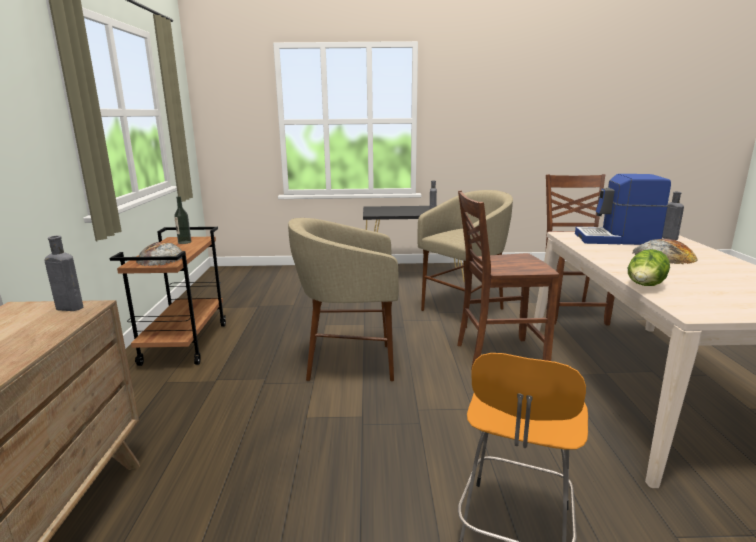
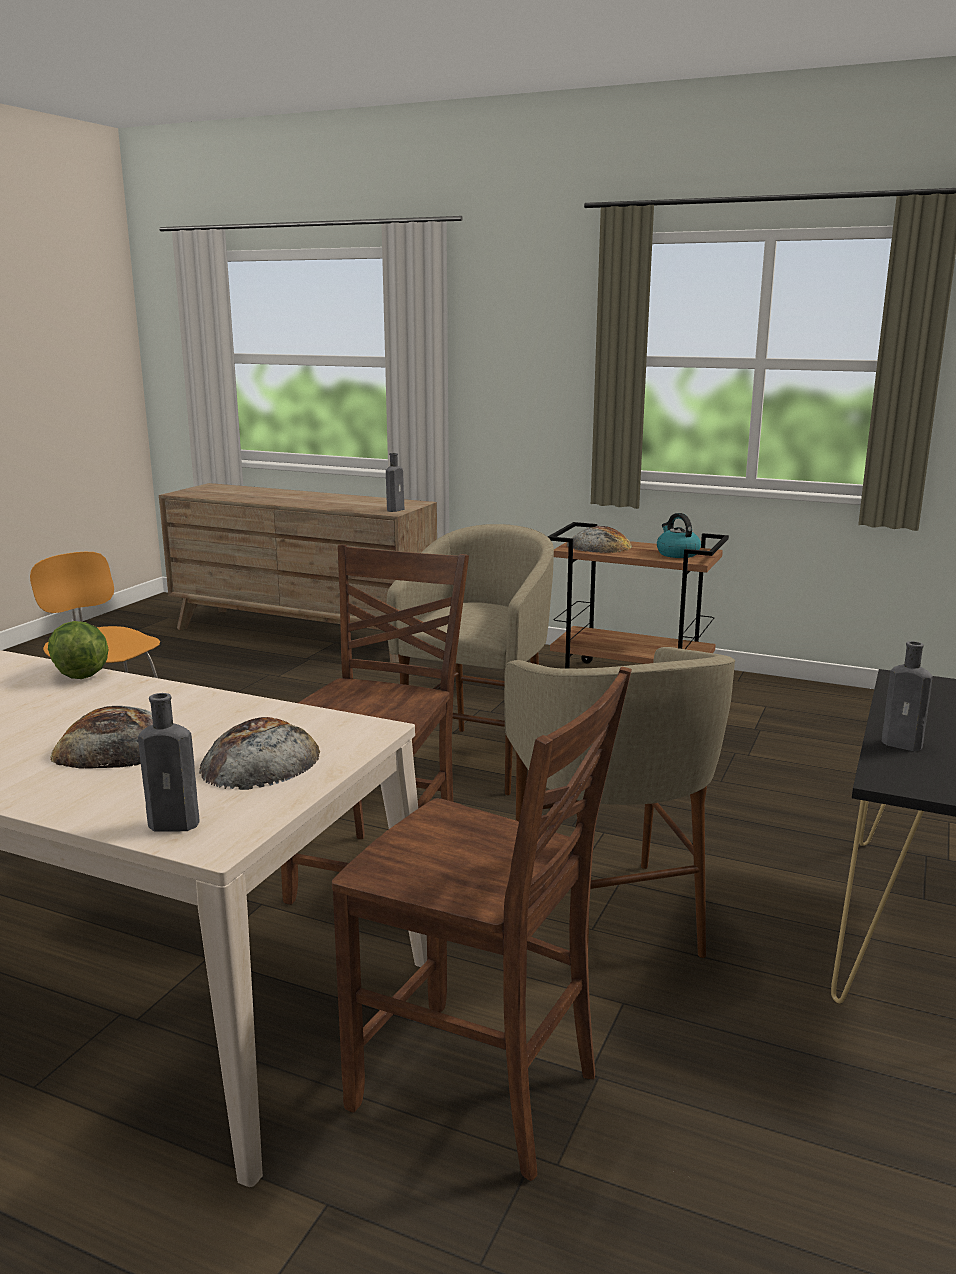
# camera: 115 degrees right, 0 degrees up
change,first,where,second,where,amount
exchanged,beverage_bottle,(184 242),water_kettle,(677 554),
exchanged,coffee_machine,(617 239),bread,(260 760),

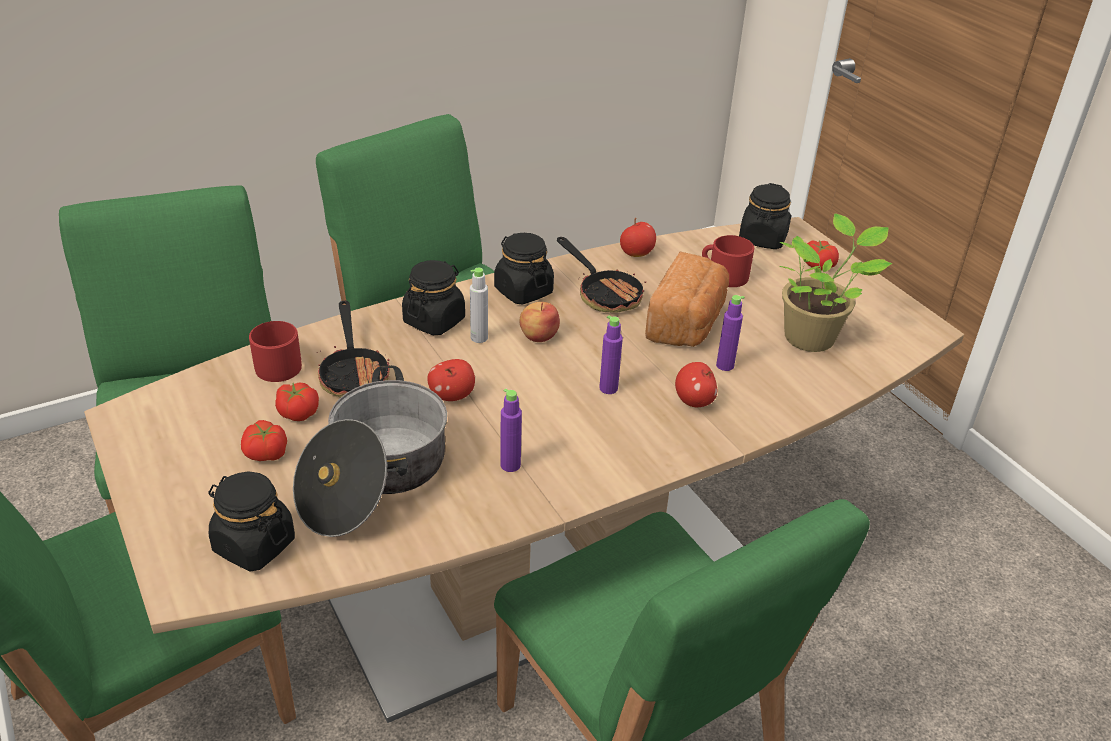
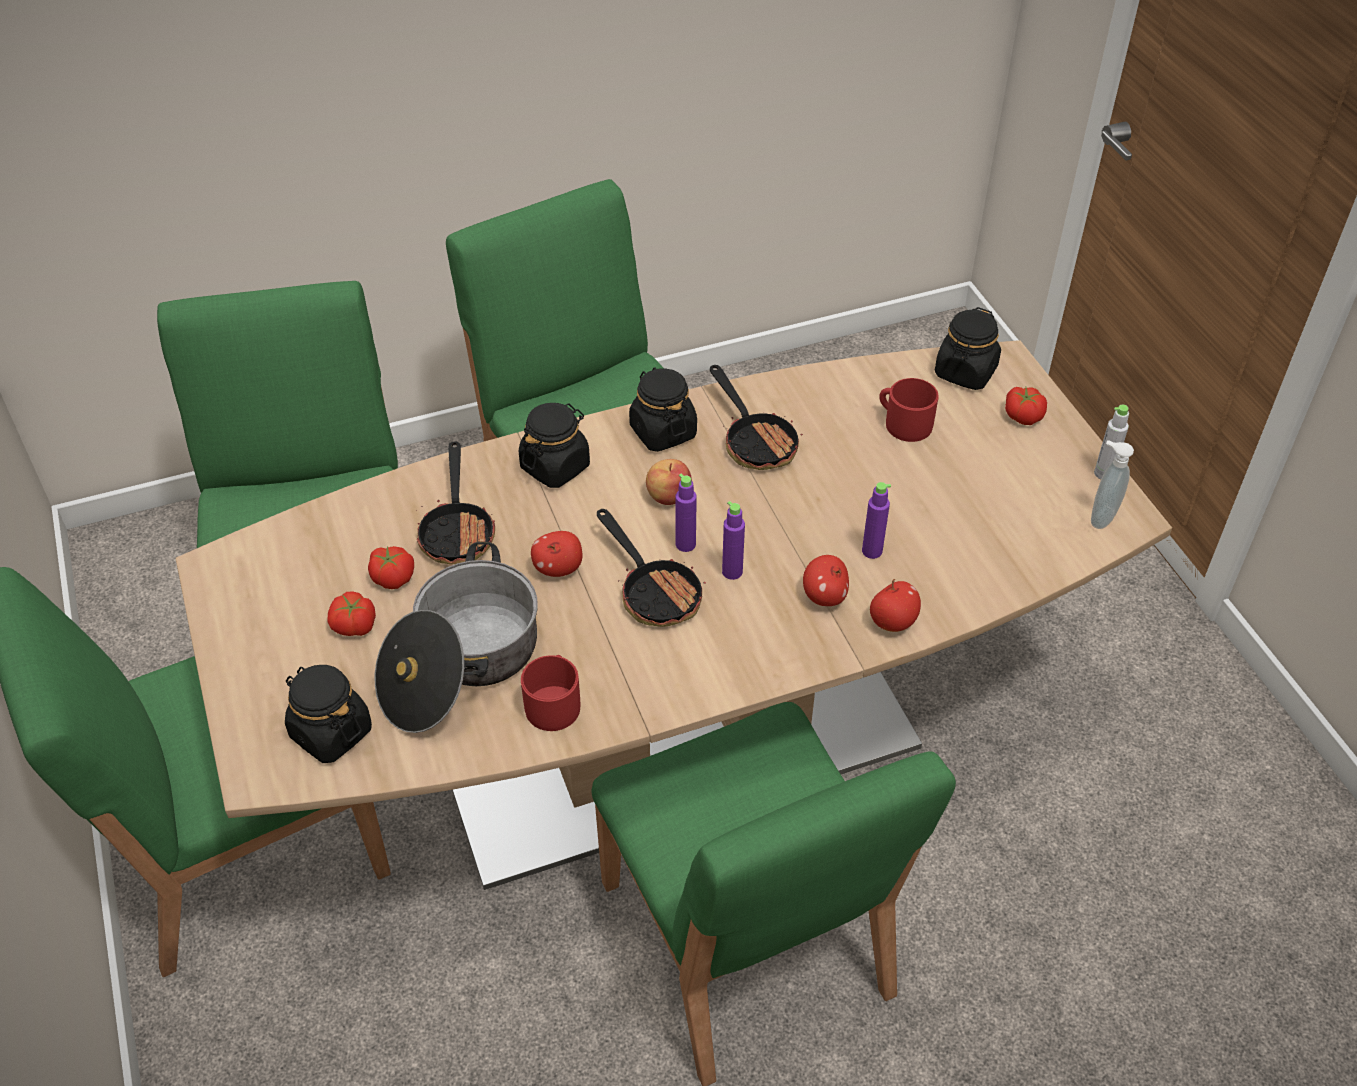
# camera: 10 degrees right, 10 degrees up
change,first,where,second,where,amount
relocated,reddish_coffee_mug,(279 364),,(554 702),
relocated,grey_beverage_bottle,(479 338),,(1103 473),
relocated,purple_beverage_bottle,(510 465),,(685 544),
relocated,apple,(636 254),,(893 621),
missing,bread,(687 323),,,
missing,potted_plant,(813 337),,,
appeared,,,skillet,(654 591),
appeared,,,soap_dispenser,(1100 517),

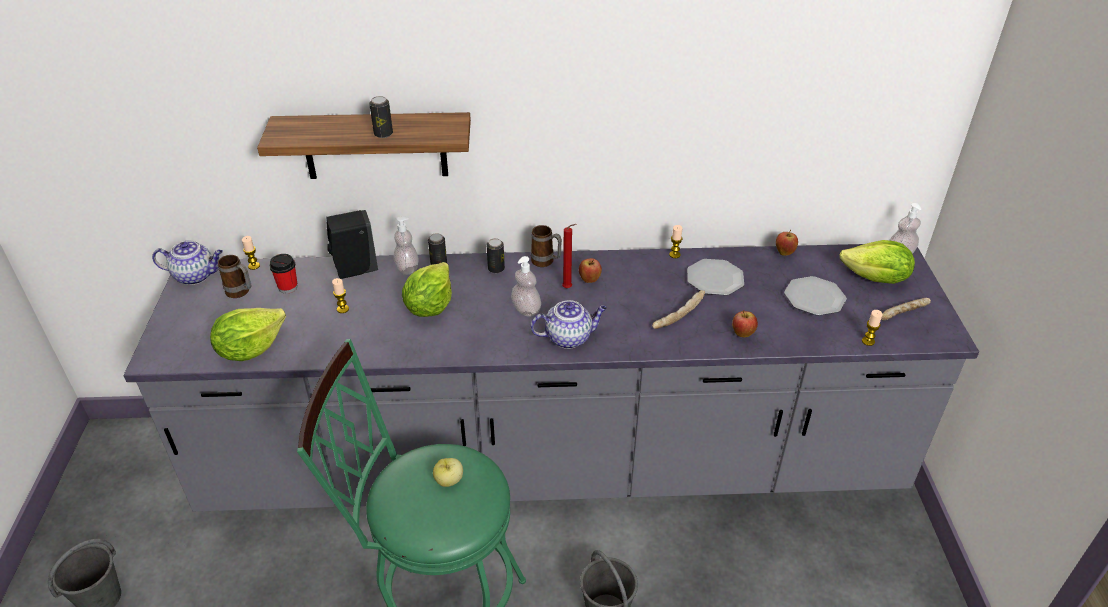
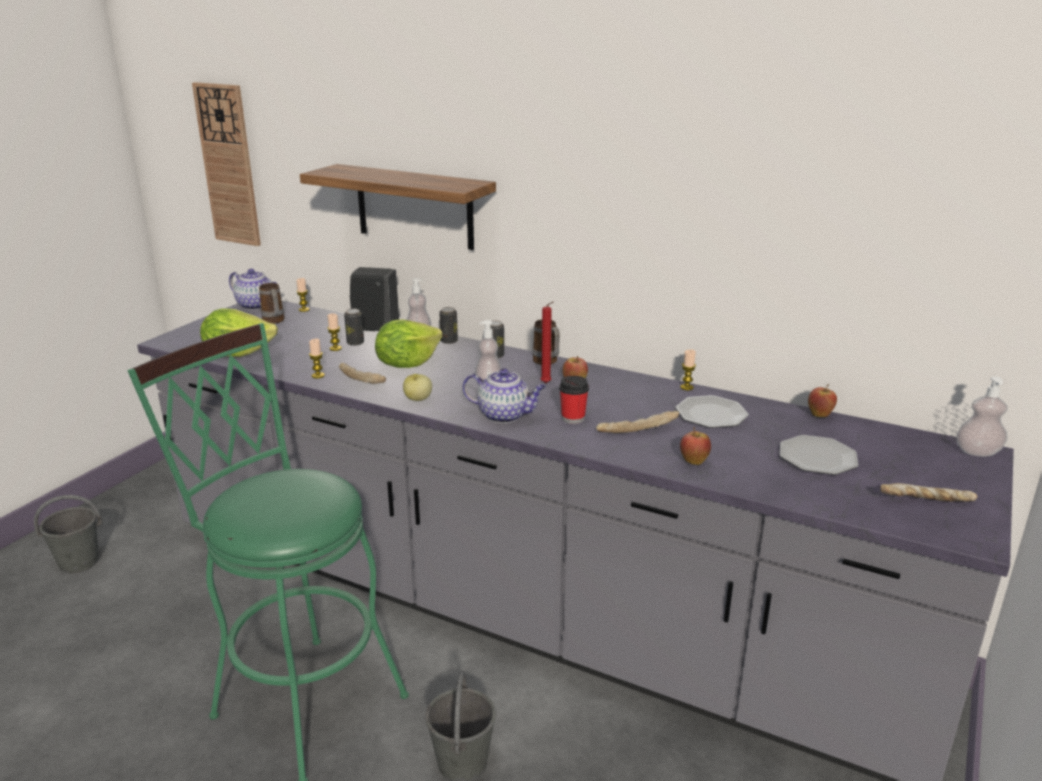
# camera: 30 degrees right, 15 degrees down
change,first,where,second,where,amount
relocated,drinking_cup,(288 287),,(573 418),
relocated,sealed_can,(383 134),,(355 343),
relocated,apple,(449 481),,(417 399),
missing,lettuce_head,(876 279),,,
relocated,candle,(868 341),,(318 375),
appeared,,,wall_clock,(229 165),
appeared,,,bread,(362 380),

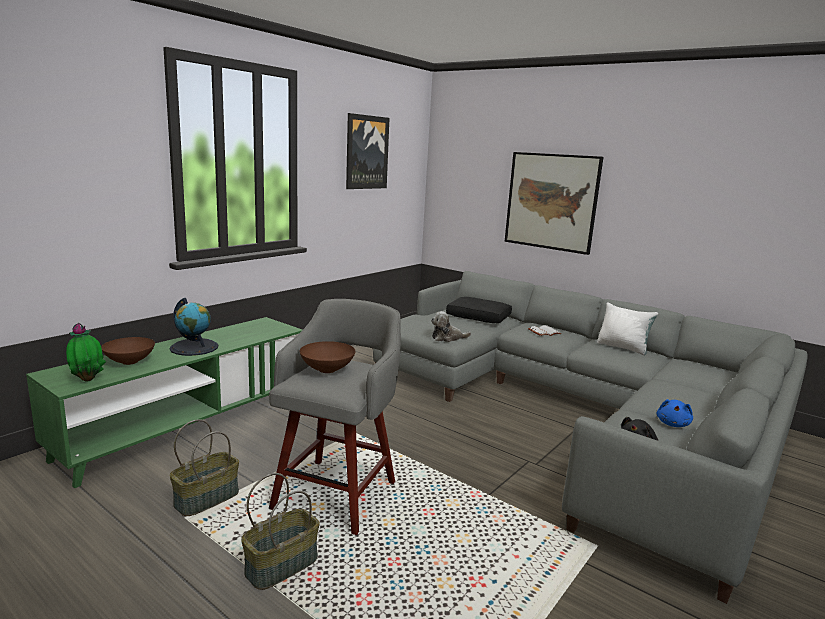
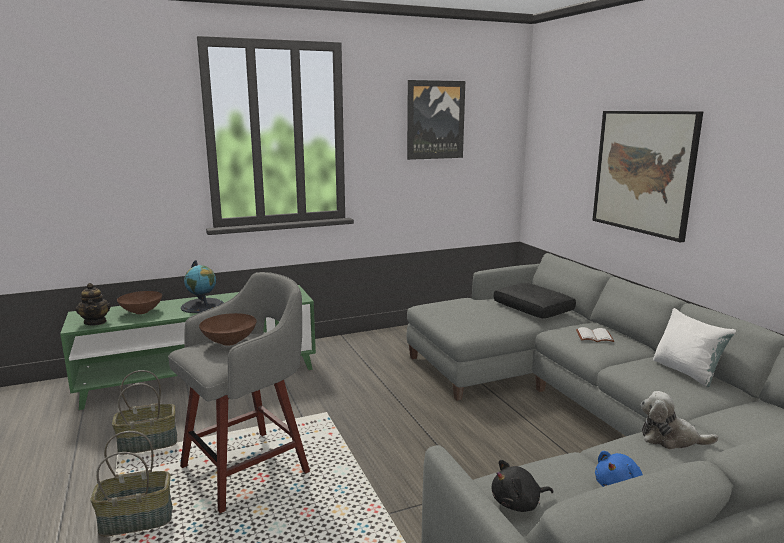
# camera: 30 degrees right, 0 degrees up
change,first,where,second,where,amount
exchanged,potted_plant,(88 379),tea_pot,(95 322),
relocated,cuddly_toy,(447 338),,(670 438),

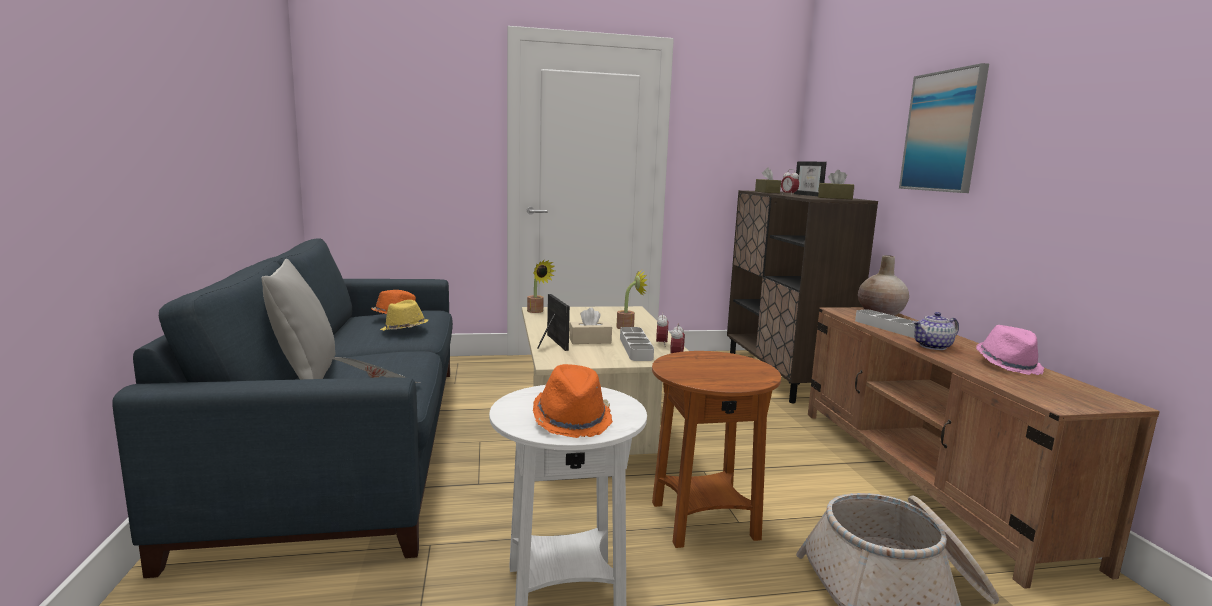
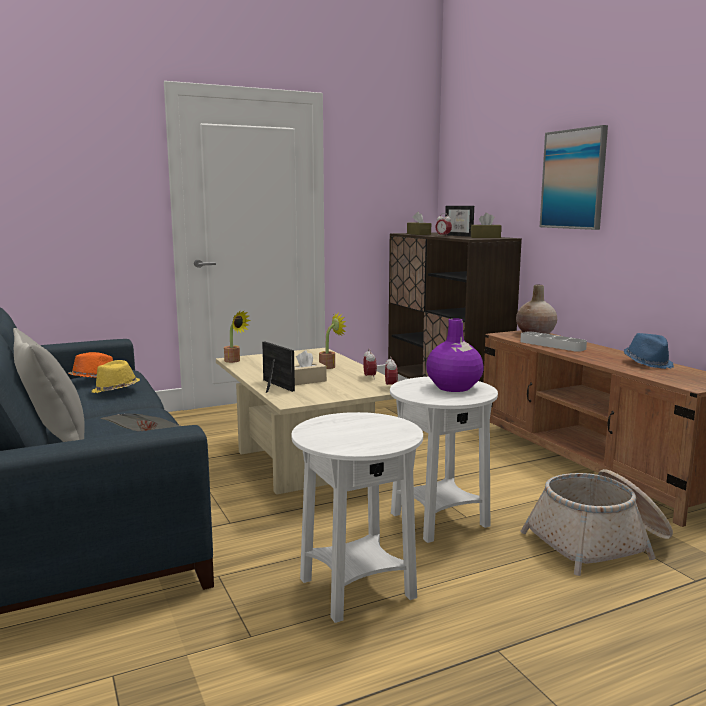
# camera: 15 degrees left, 0 degrees up
change,first,where,second,where,amount
missing,orange-coloured_wearable_hat,(572 420),,,
missing,grey_carrying_tray,(635 348),,,
colour,brown_accent_table,(704 521),white-coloured_accent_table,(439 521),
missing,tea_pot,(933 346),,,
colour,pinkish_wearable_hat,(1008 365),bluish_wearable_hat,(648 363),
appeared,,,purple_decorative_vase,(453 387),

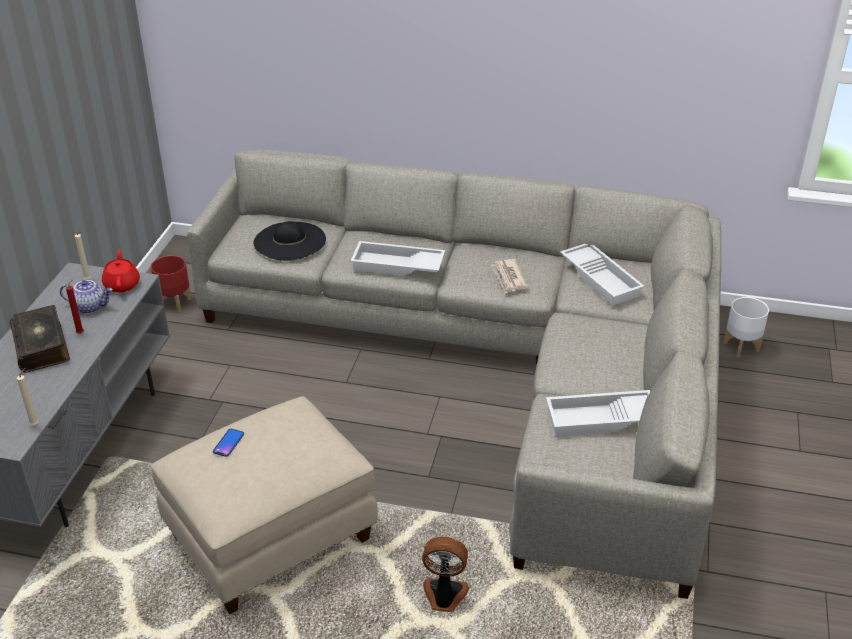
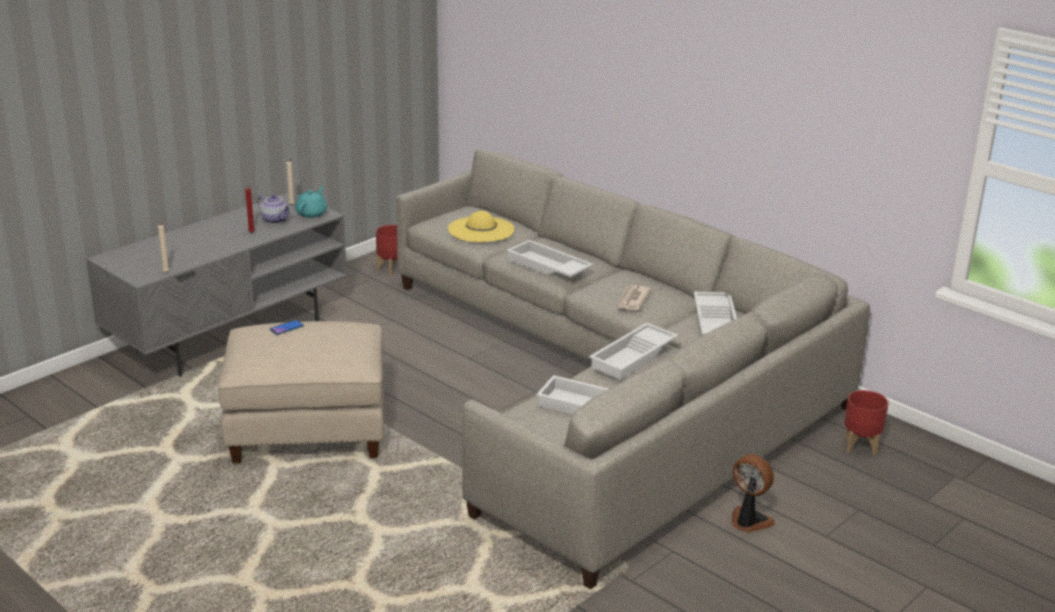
# camera: 30 degrees right, 10 degrees down
change,first,where,second,where,amount
missing,volume,(42 346),,,
colour,reddish_tea_pot,(122 284),turquoise-coloured_tea_pot,(312 213),
colour,blackish_wearable_hat,(289 241),yellow_wearable_hat,(481 229),
relocated,cooling_fan,(444 596),,(748 521),
colour,white-coloured_flower_pot,(741 347),reddish_flower_pot,(861 446),
appeared,,,white-coloured_carrying_tray,(634 357),

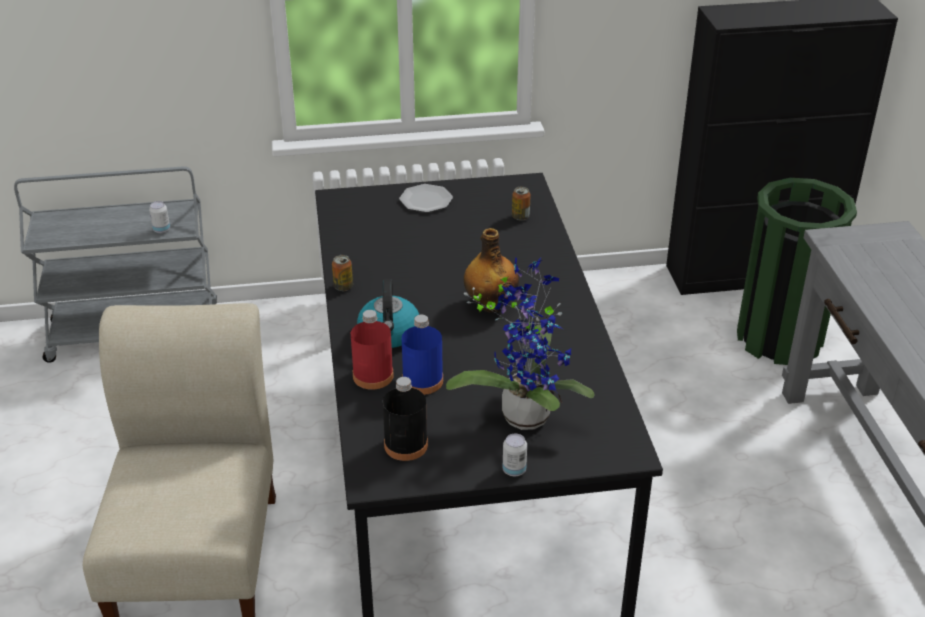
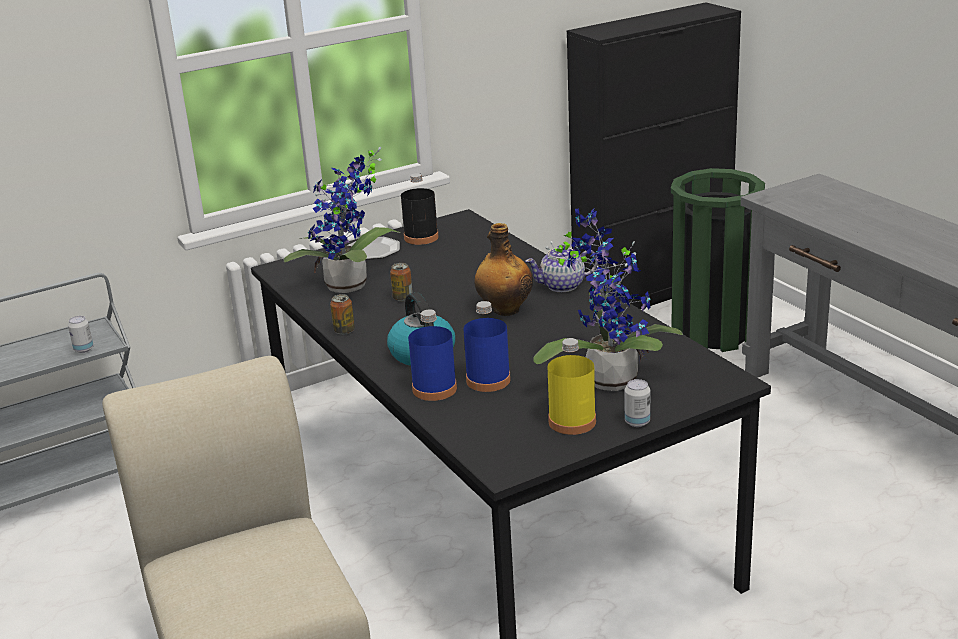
# camera: 20 degrees left, 10 degrees down
change,first,where,second,where,amount
colour,reddish_beverage_bottle,(373 376),bluish_beverage_bottle,(434 389),
relocated,blackish_beverage_bottle,(406 445),,(421 237),
relocated,sealed_can,(520 217),,(402 298),
appeared,,,potted_plant,(350 287),
appeared,,,tea_pot,(563 286),
appeared,,,yellow_beverage_bottle,(572 422),

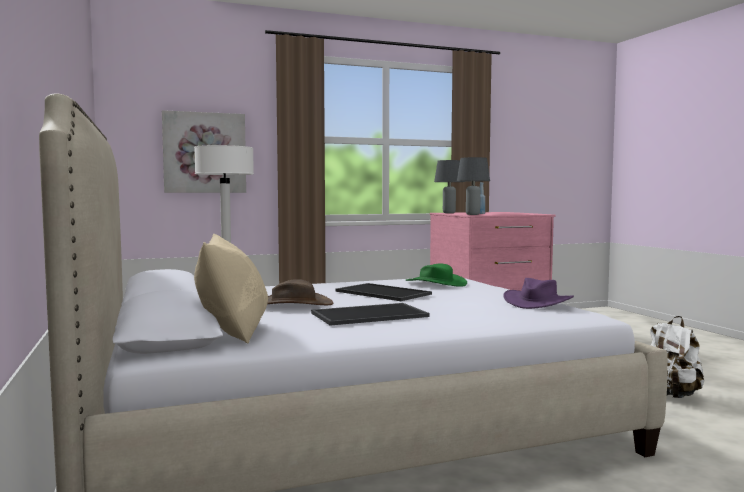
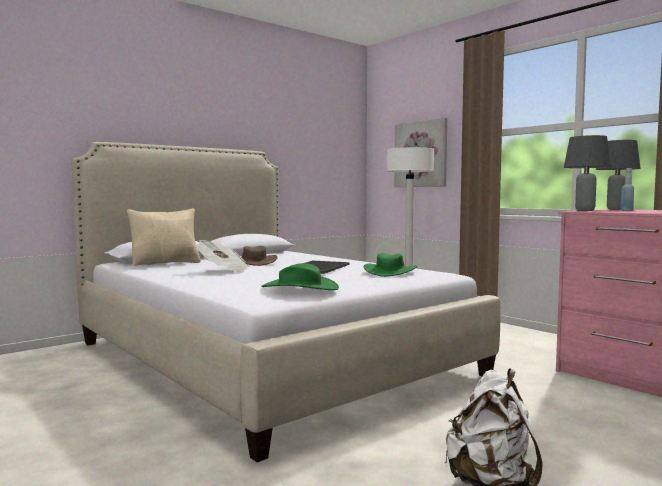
# camera: 70 degrees right, 0 degrees up
change,first,where,second,where,amount
exchanged,carrying_tray,(369 314),printed_paper,(223 270),
colour,purple_wearable_hat,(537 302),green-coloured_wearable_hat,(300 287),

